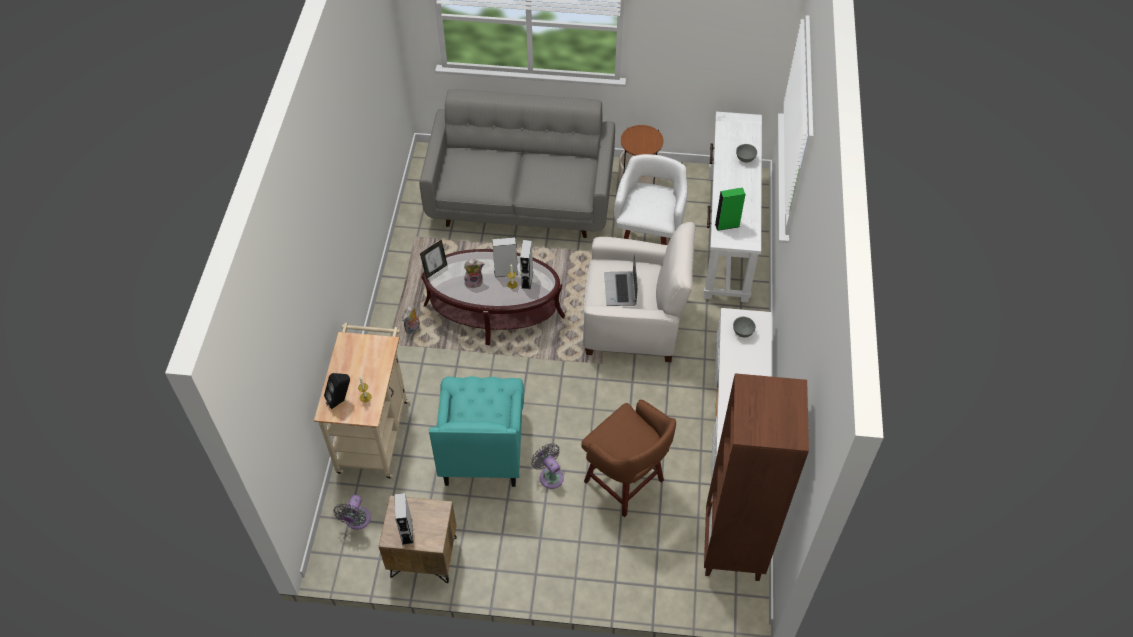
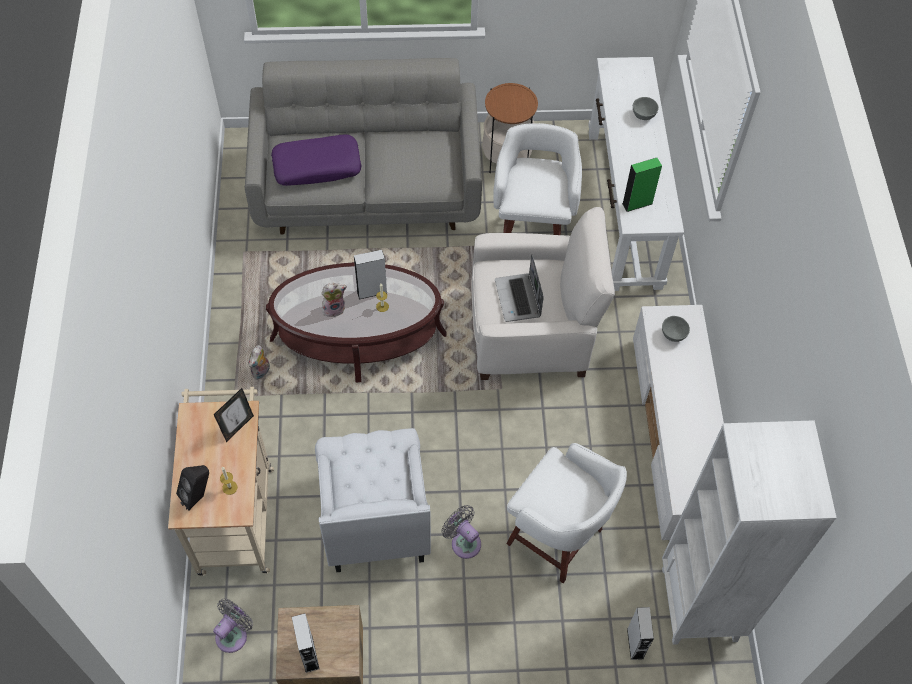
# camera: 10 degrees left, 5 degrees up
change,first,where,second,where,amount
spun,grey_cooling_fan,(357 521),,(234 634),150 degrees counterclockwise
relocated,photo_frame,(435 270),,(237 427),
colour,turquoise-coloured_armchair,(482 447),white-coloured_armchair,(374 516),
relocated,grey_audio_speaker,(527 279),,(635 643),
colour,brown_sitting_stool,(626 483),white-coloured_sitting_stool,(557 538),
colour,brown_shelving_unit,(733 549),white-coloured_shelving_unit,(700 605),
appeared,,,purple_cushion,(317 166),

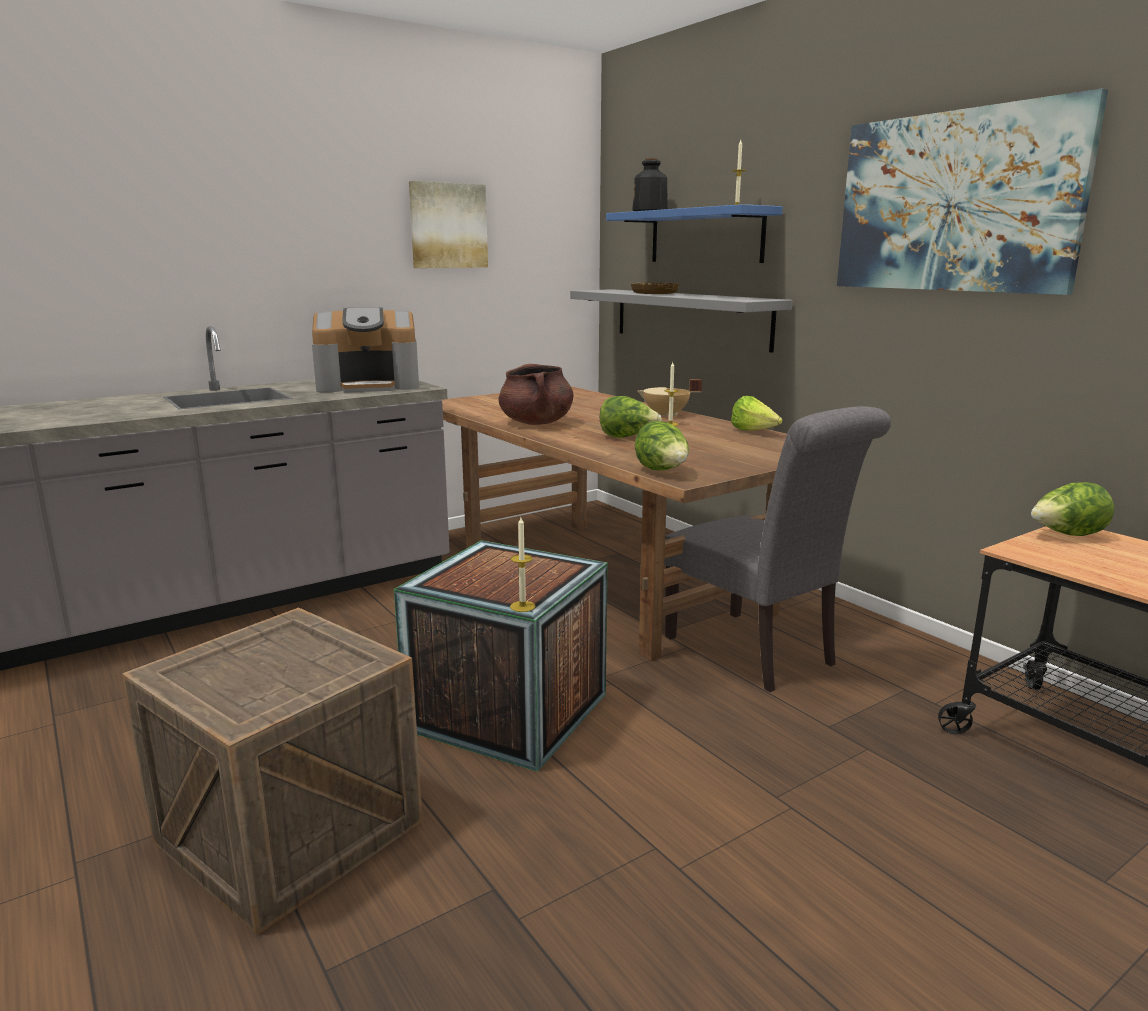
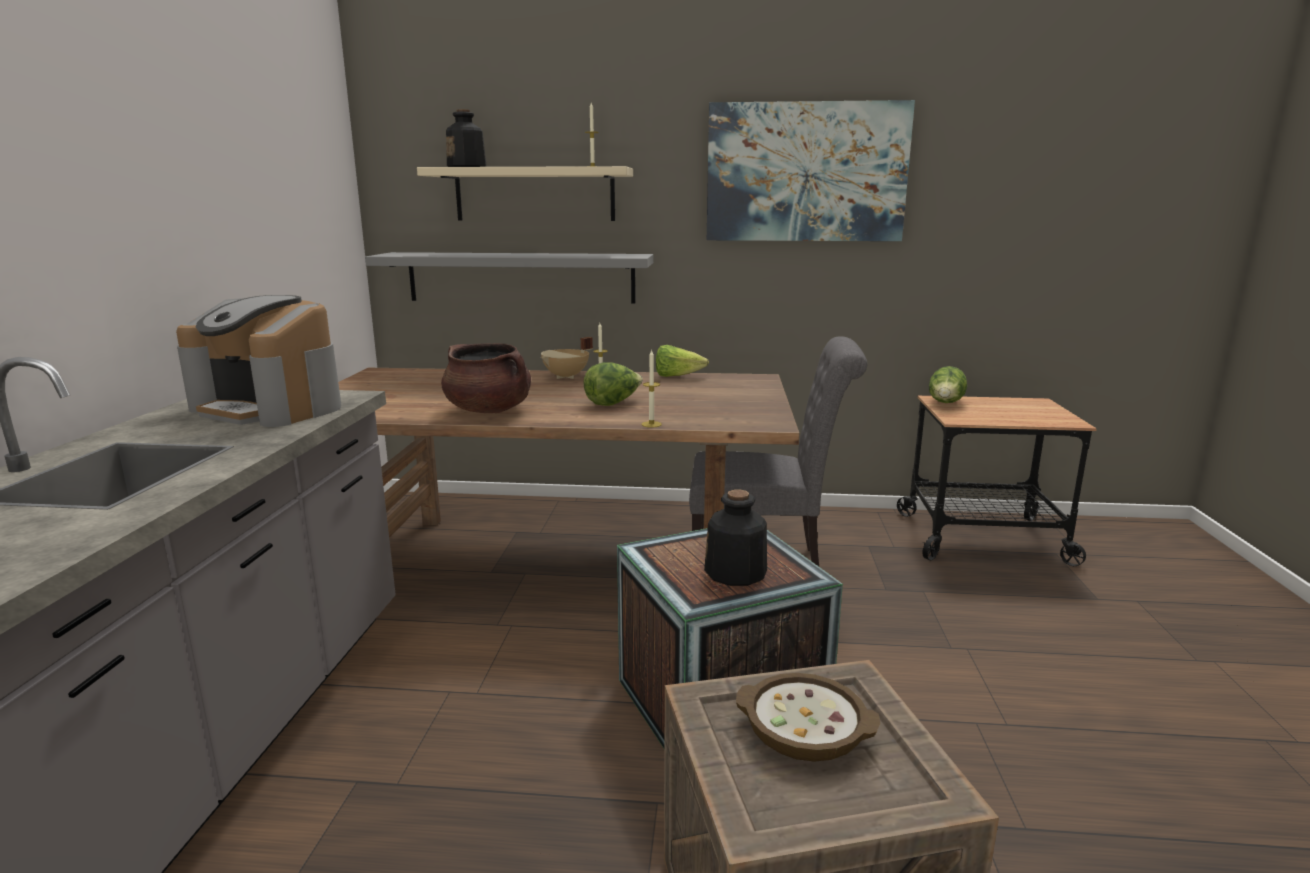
# camera: 50 degrees left, 0 degrees up
change,first,where,second,where,amount
spun,coffee_machine,(369 386),,(270 408),90 degrees clockwise
missing,wall_picture,(448 226),,,
relocated,candle,(522 606),,(651 424),
colour,bluish_shelf,(705 236),beige_shelf,(535 194),
relocated,serving_bowl,(655 293),,(804 727),
missing,lettuce_head,(662 471),,,
appeared,,,beverage_bottle,(735 572),

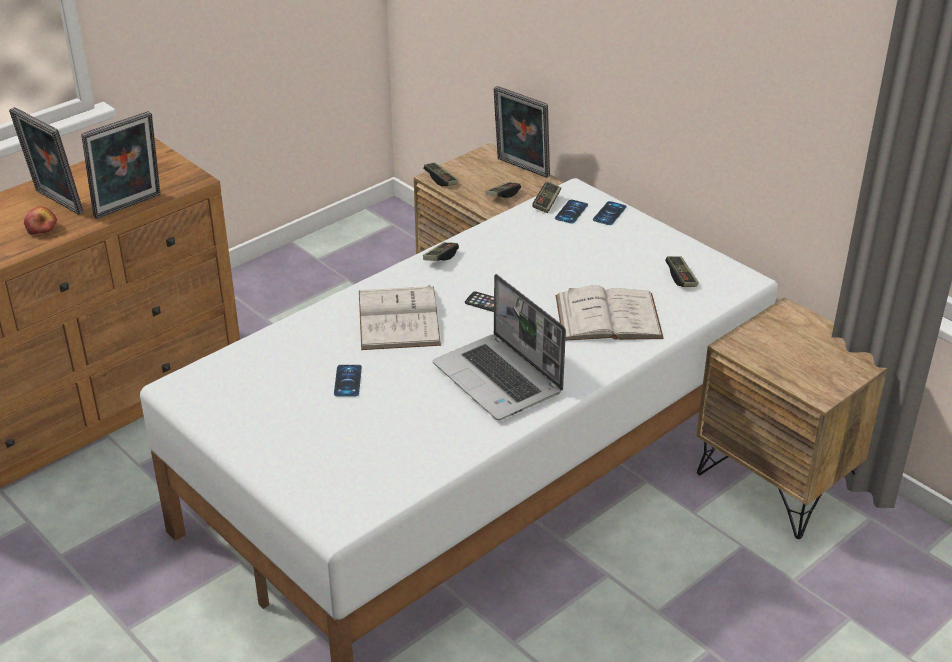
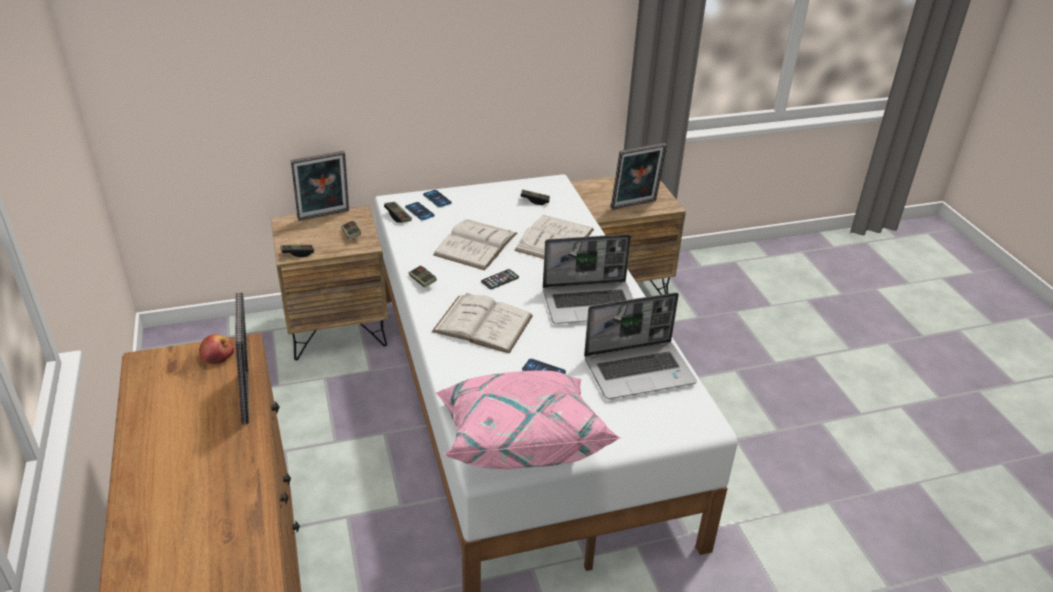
# camera: 65 degrees left, 0 degrees up
change,first,where,second,where,amount
relocated,photo_frame,(55 203),,(635 206),
relocated,apple,(42 229),,(217 355),
appeared,,,white-coloured_volume,(476 244),
appeared,,,pinkish_cushion,(519 439),
appeared,,,laptop,(639 370),

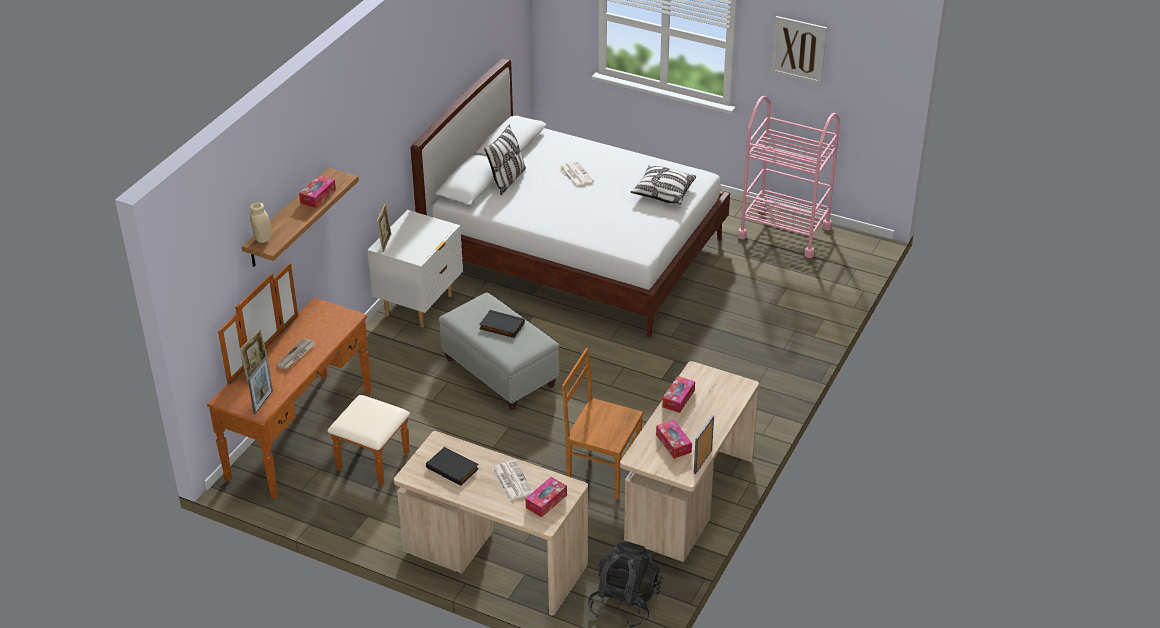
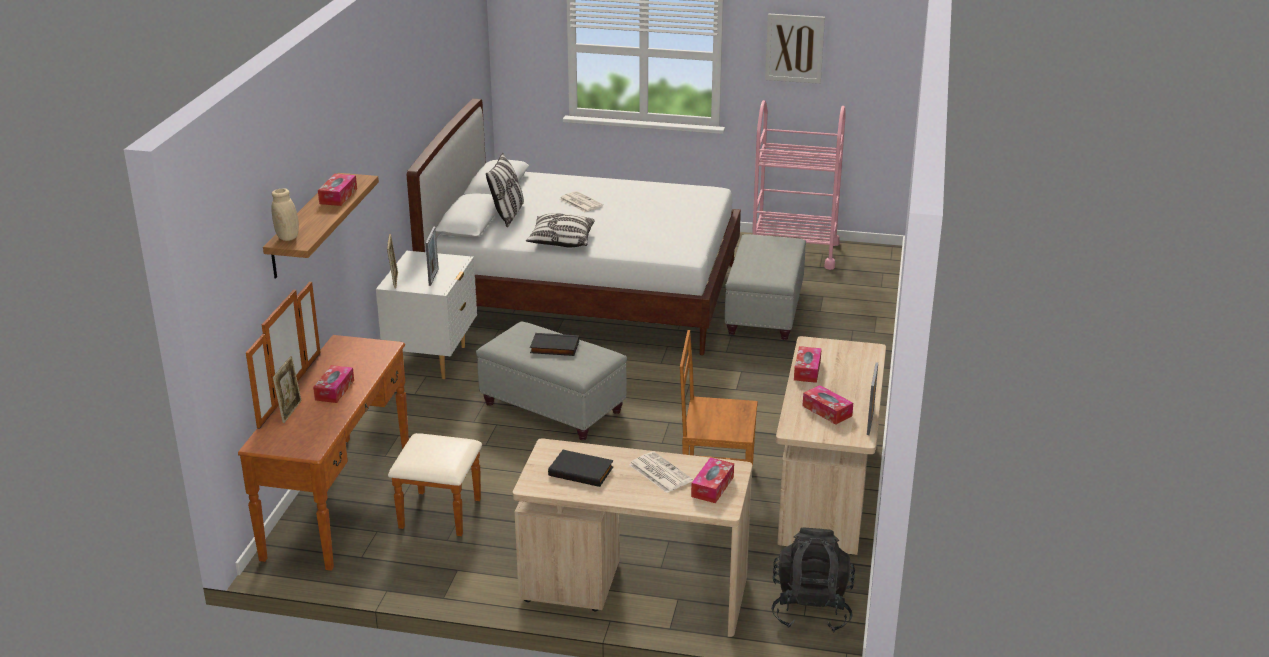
# camera: 15 degrees left, 10 degrees down
change,first,where,second,where,amount
relocated,photo_frame,(263 402),,(433 277),
exchanged,printed_paper,(296 355),box_of_tissues,(334 390),
relocated,cushion,(663 193),,(561 241),
appeared,,,grey_pouffe,(764 311),

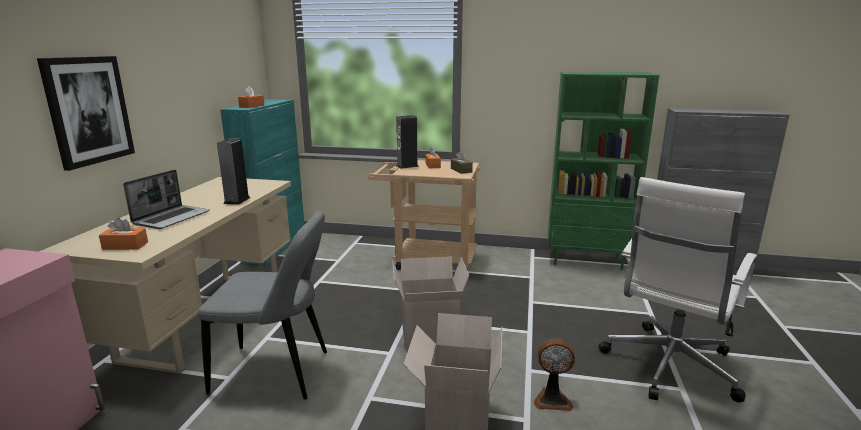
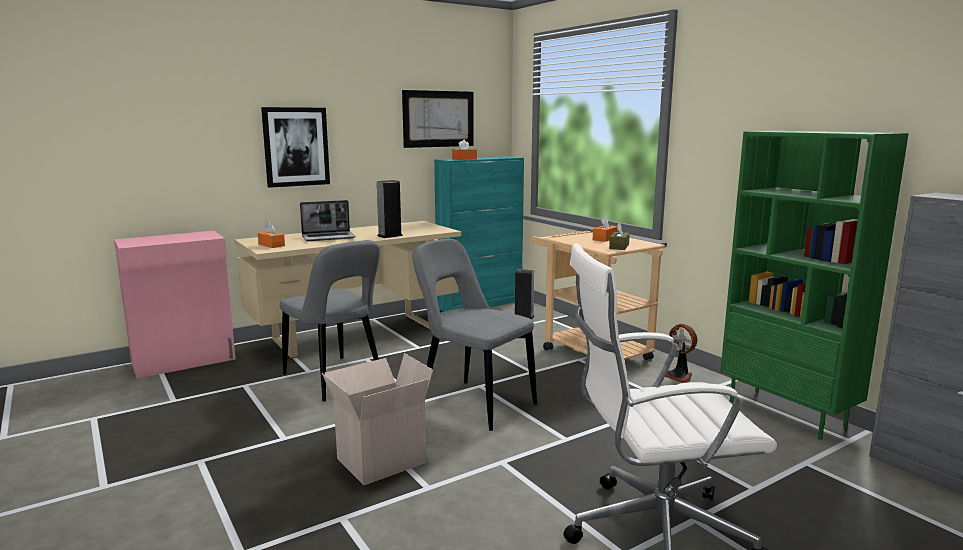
# camera: 45 degrees right, 5 degrees down
change,first,where,second,where,amount
exchanged,carton,(428 335),grey_plain_chair,(473 403),
relocated,audio_speaker,(407 166),,(524 317),
relocated,cooling_fan,(552 399),,(679 376),
appeared,,,wall_picture,(438 119),

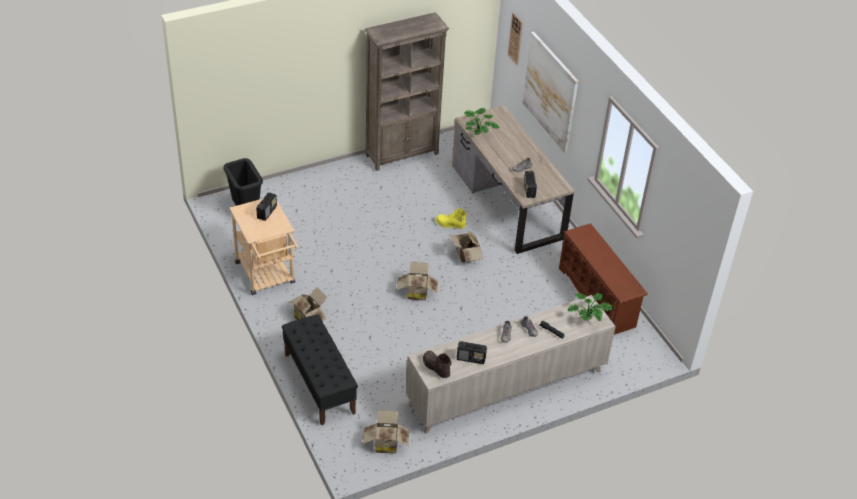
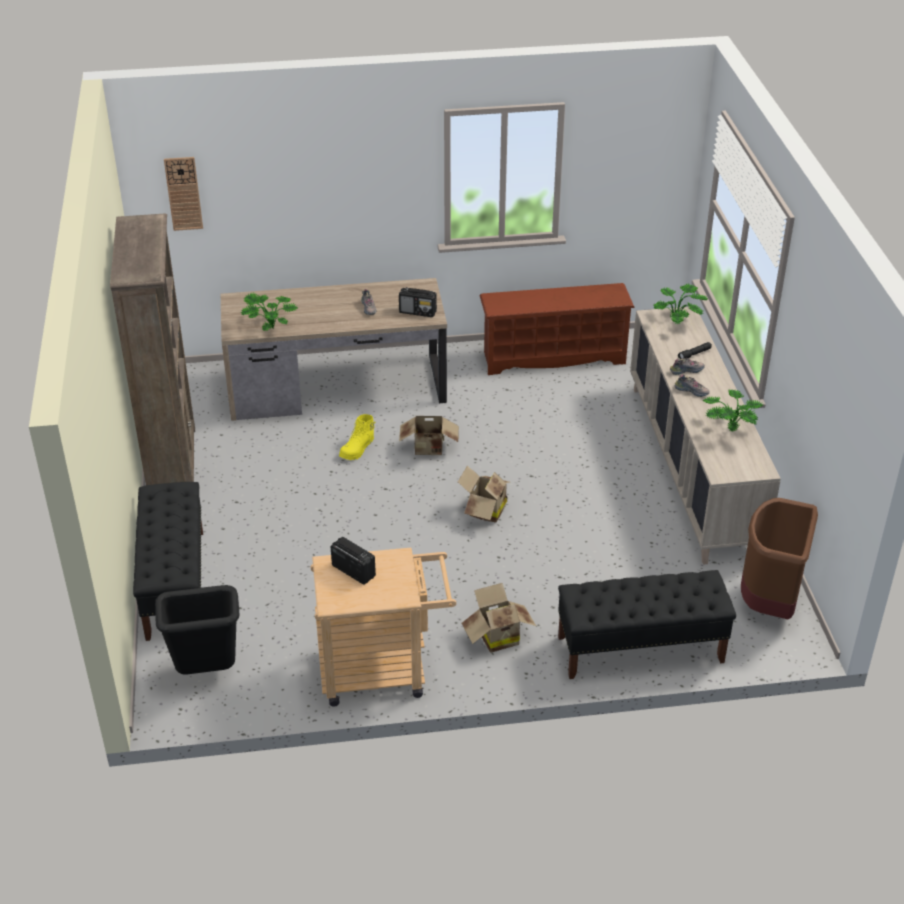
# camera: 70 degrees left, 5 degrees down
change,first,where,second,where,amount
exchanged,carton,(385 443),brown_trash_can,(769 601),
missing,brown_boot,(436 367),,,
exchanged,radio_set,(471 358),potted_plant,(729 429),
missing,wall_picture,(550 92),,,
appeared,,,blackish_long_seat,(175 583),

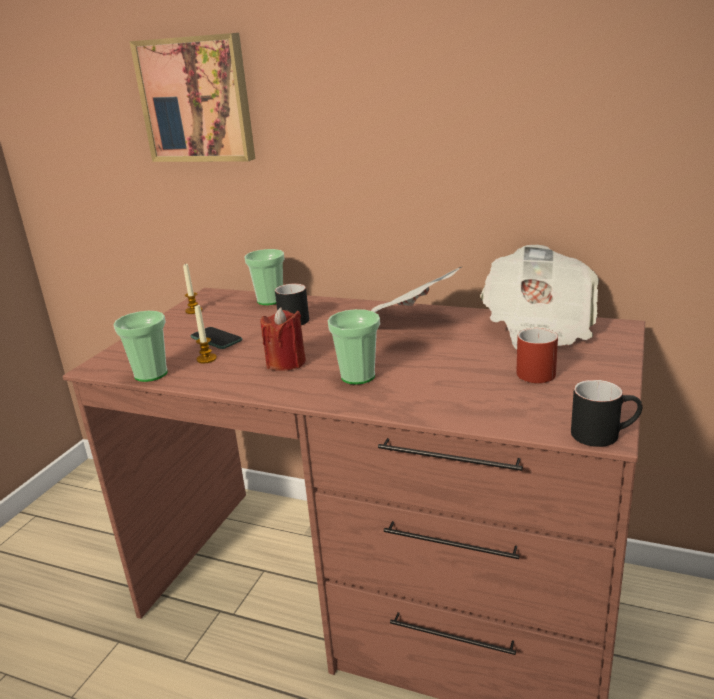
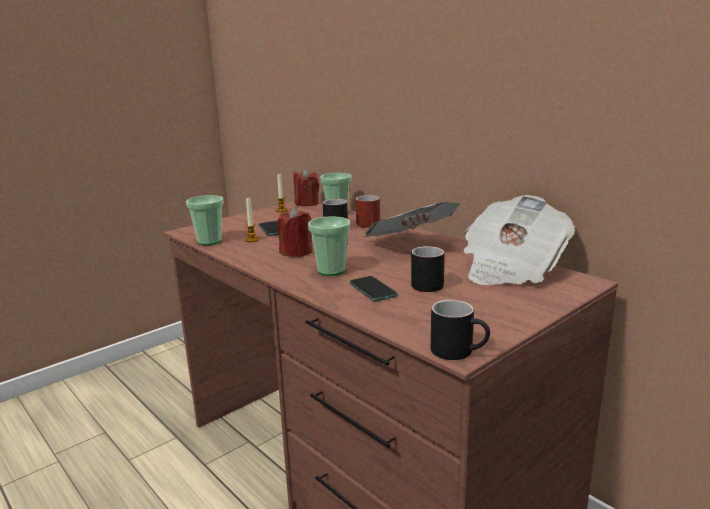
# camera: 25 degrees right, 5 degrees down
change,first,where,second,where,amount
missing,wall_picture,(197 100),,,
relocated,reddish_coffee_mug,(531 371),,(369 222),
appeared,,,reddish_candle,(307 203),
appeared,,,handset,(372 290),
appeared,,,blackish_coffee_mug,(429 283),

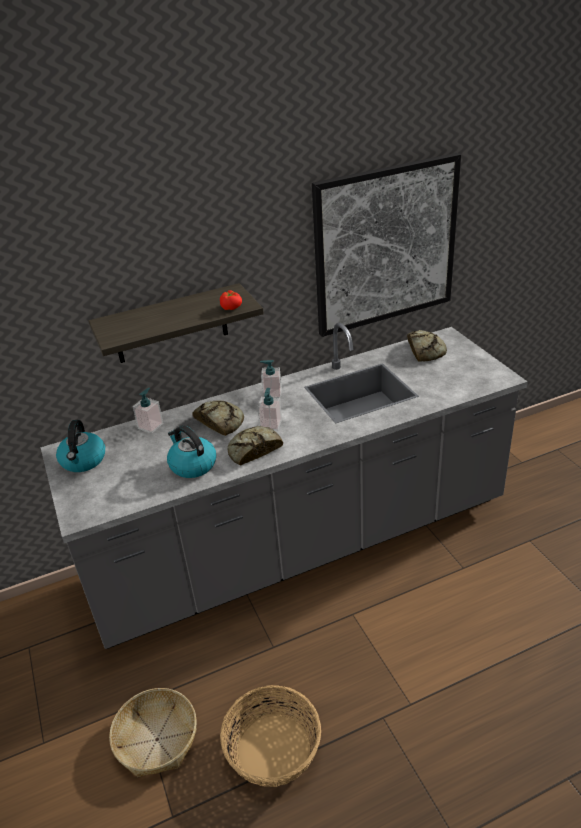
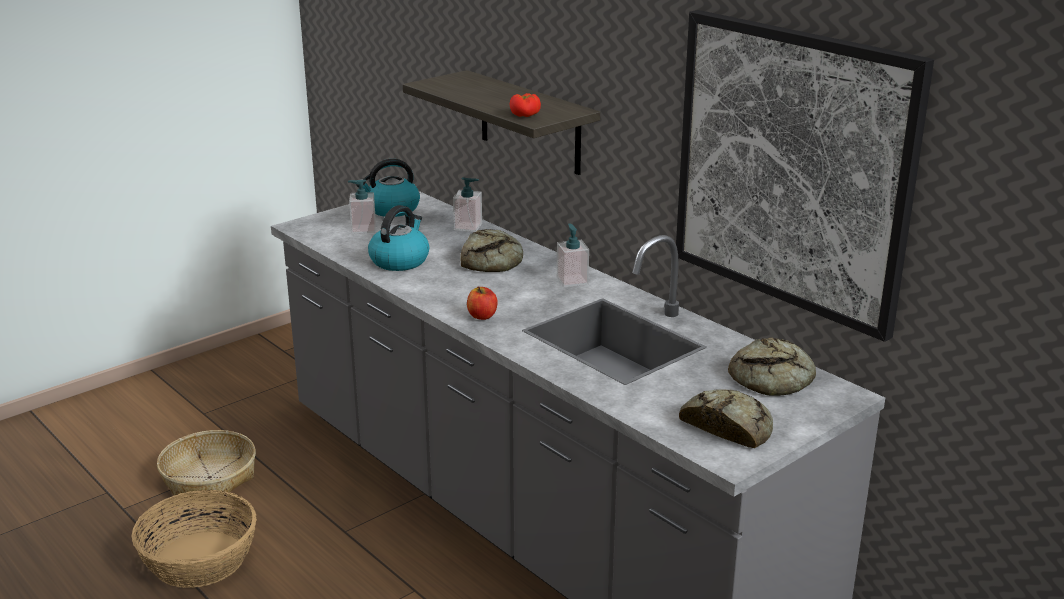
# camera: 70 degrees right, 10 degrees down
change,first,where,second,where,amount
relocated,bread,(253 449),,(728 426),
relocated,soap_dispenser,(271 424),,(363 229),
appeared,,,apple,(482 316),

